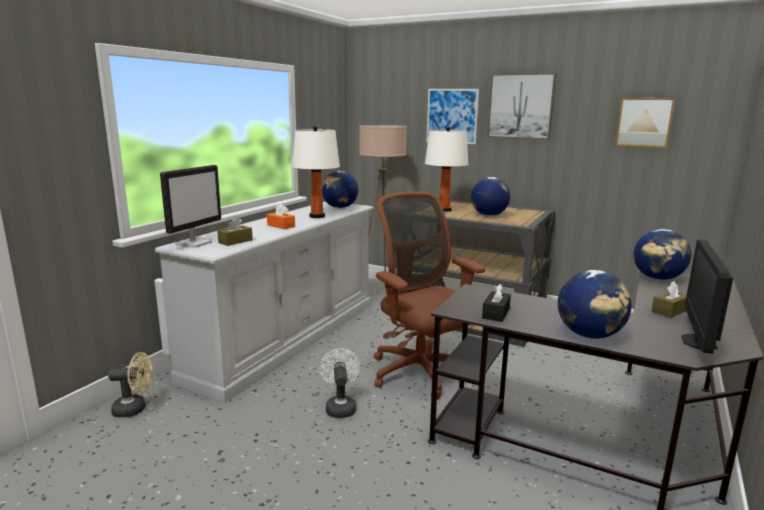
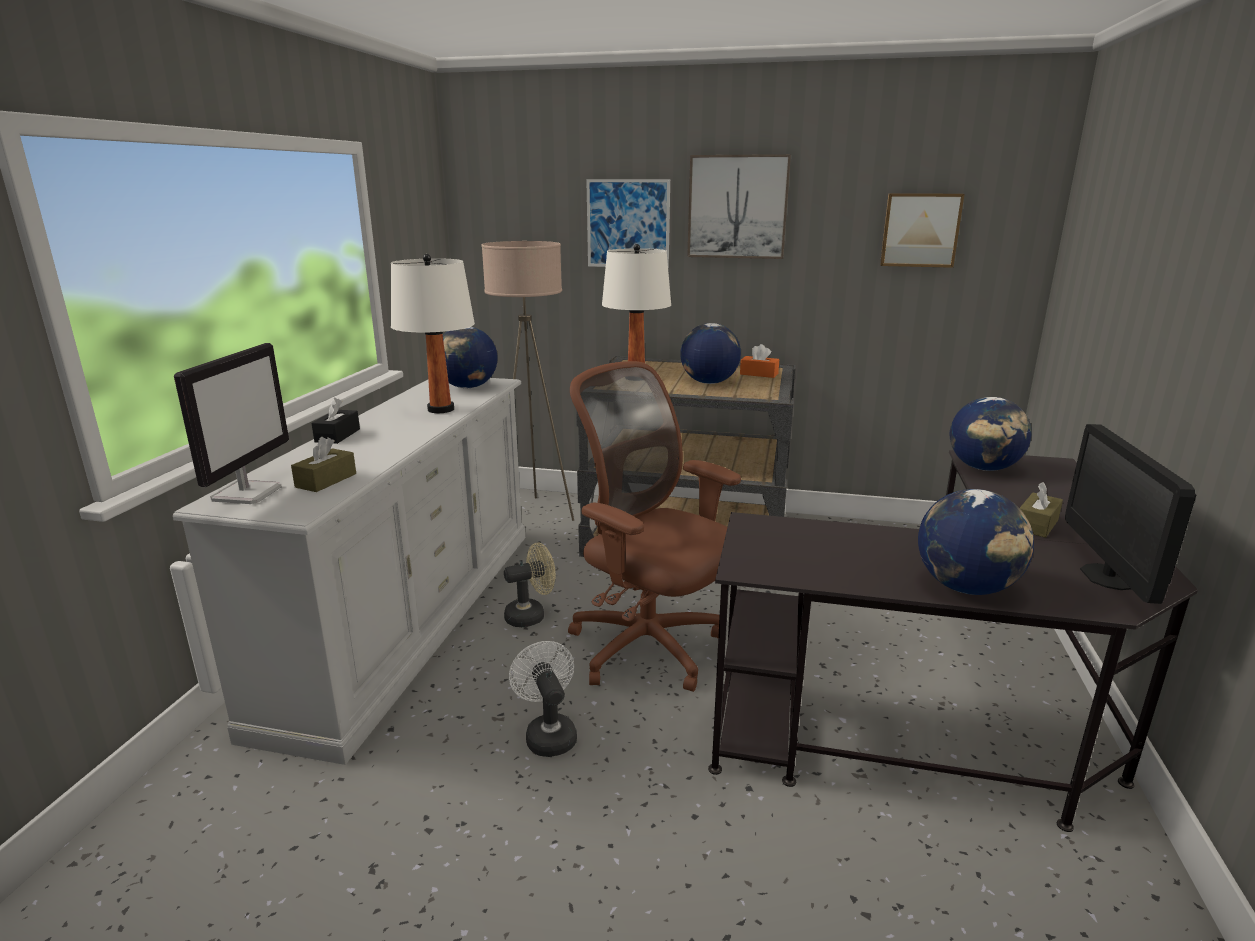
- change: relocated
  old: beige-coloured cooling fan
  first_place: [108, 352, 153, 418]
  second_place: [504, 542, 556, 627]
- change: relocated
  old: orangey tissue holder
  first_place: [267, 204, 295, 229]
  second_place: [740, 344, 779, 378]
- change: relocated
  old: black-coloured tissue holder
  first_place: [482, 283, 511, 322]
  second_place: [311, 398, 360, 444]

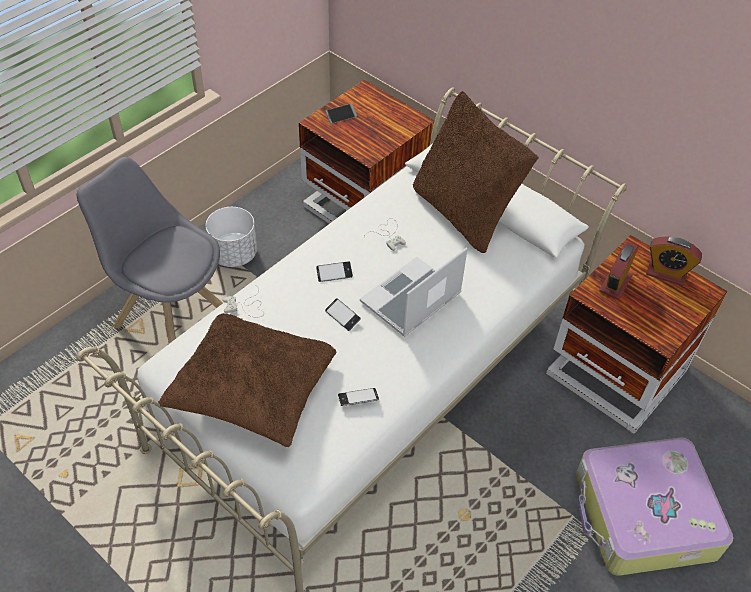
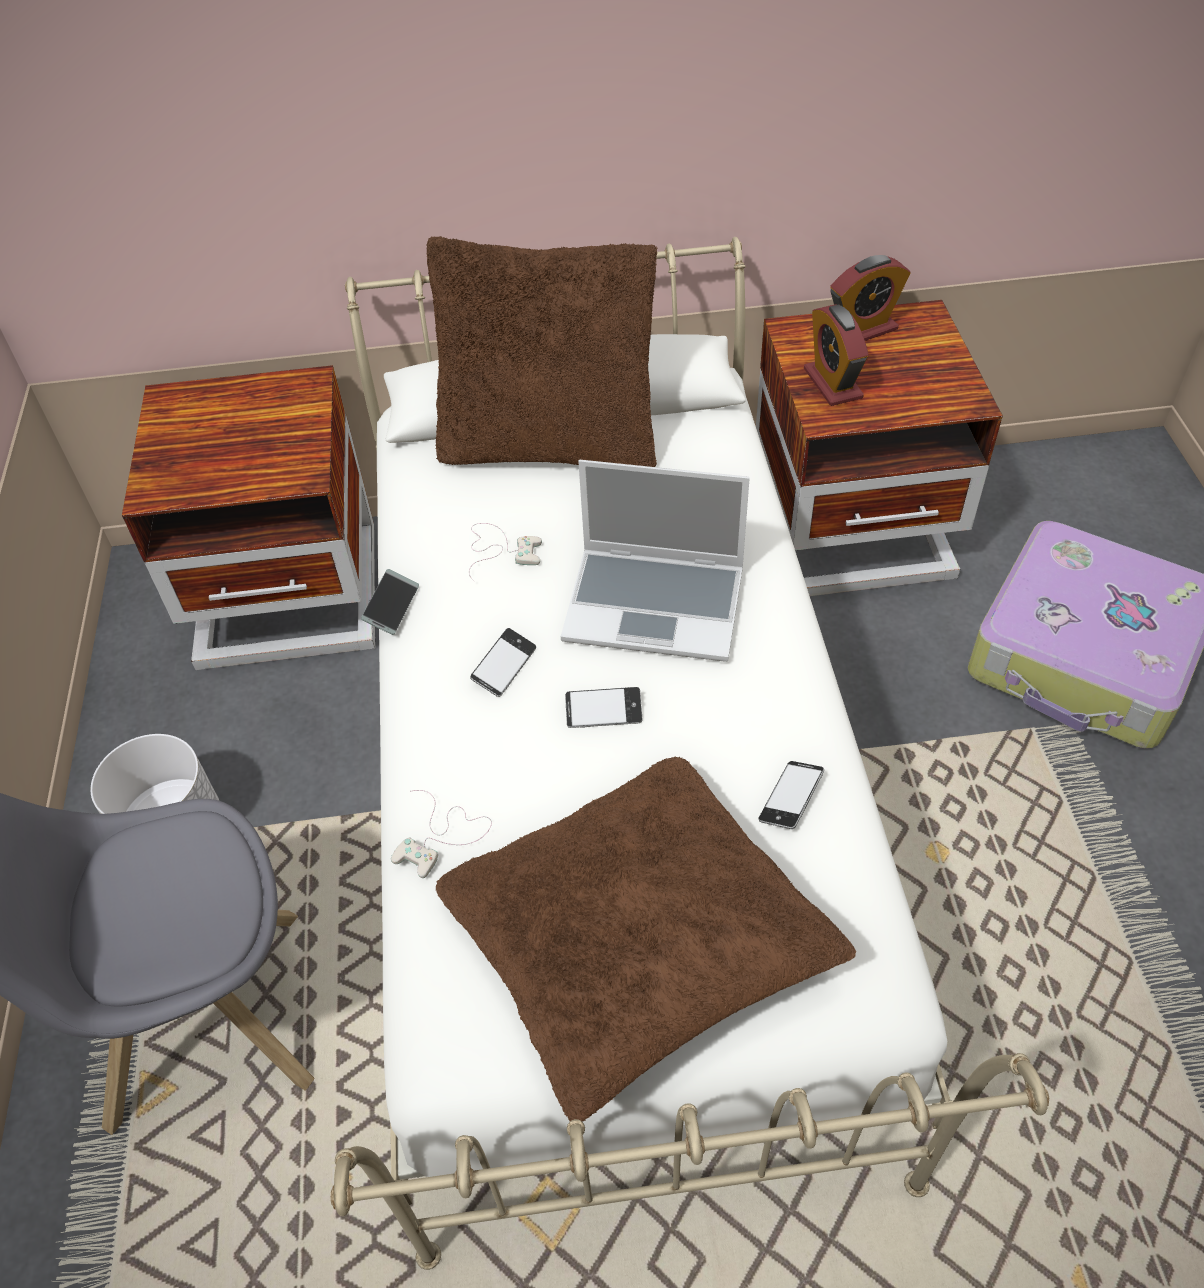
- change: relocated
  old: handset
  first_place: [325, 104, 357, 124]
  second_place: [361, 569, 419, 635]
- change: spun
  old: portable computer
  first_place: [360, 247, 467, 337]
  second_place: [561, 460, 750, 662]
  degrees: -75

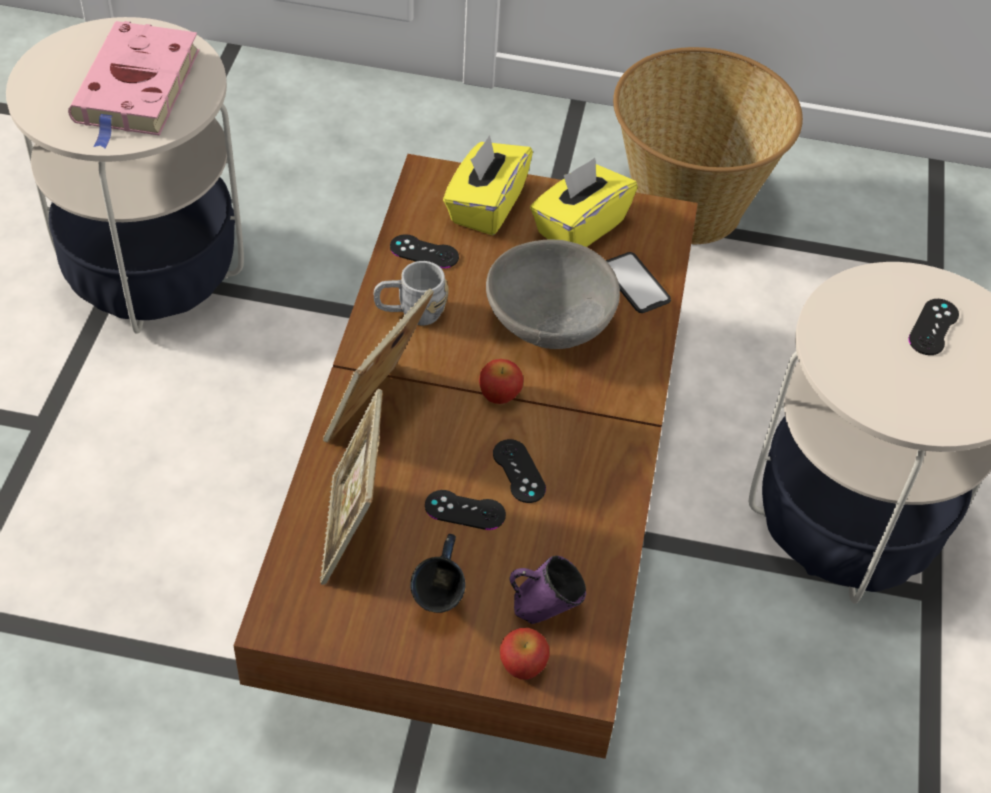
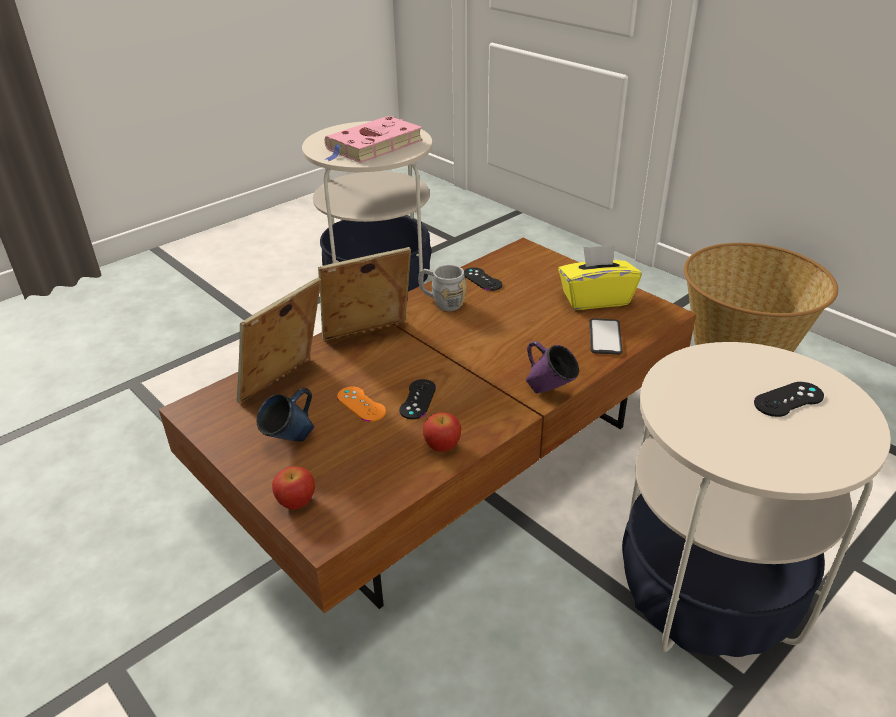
- change: colour
  old: black-coloured joypad
  new: orangey joypad
  first_place: [425, 490, 506, 530]
  second_place: [337, 386, 386, 422]
- change: missing
  old: yellow-coloured tissue holder
  first_place: [443, 135, 533, 235]
- change: relocated
  old: whole apple
  first_place: [479, 359, 524, 404]
  second_place: [423, 412, 461, 452]
- change: missing
  old: greyish bowl
  first_place: [486, 239, 620, 349]
- change: relocated
  old: purple mug
  first_place: [509, 556, 586, 624]
  second_place: [526, 341, 579, 393]

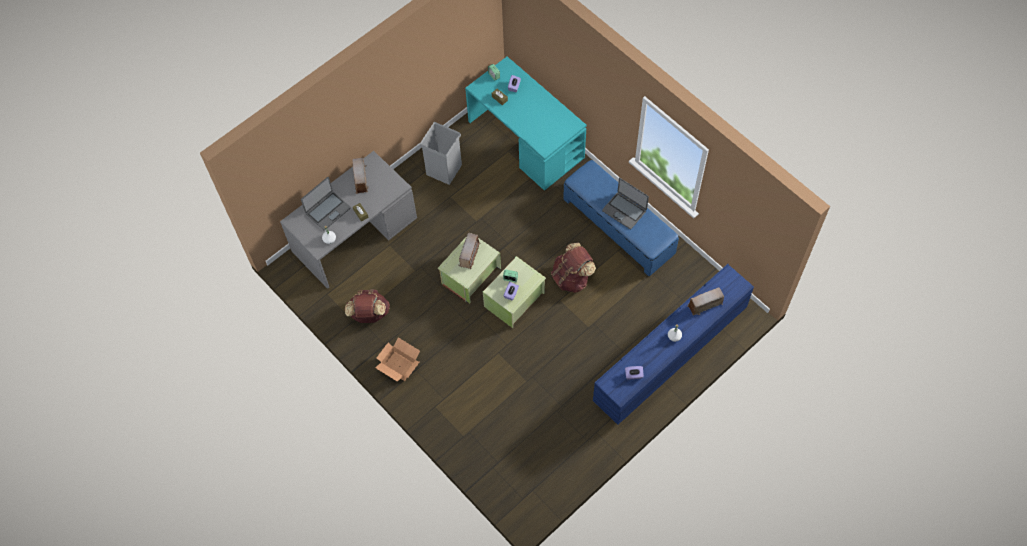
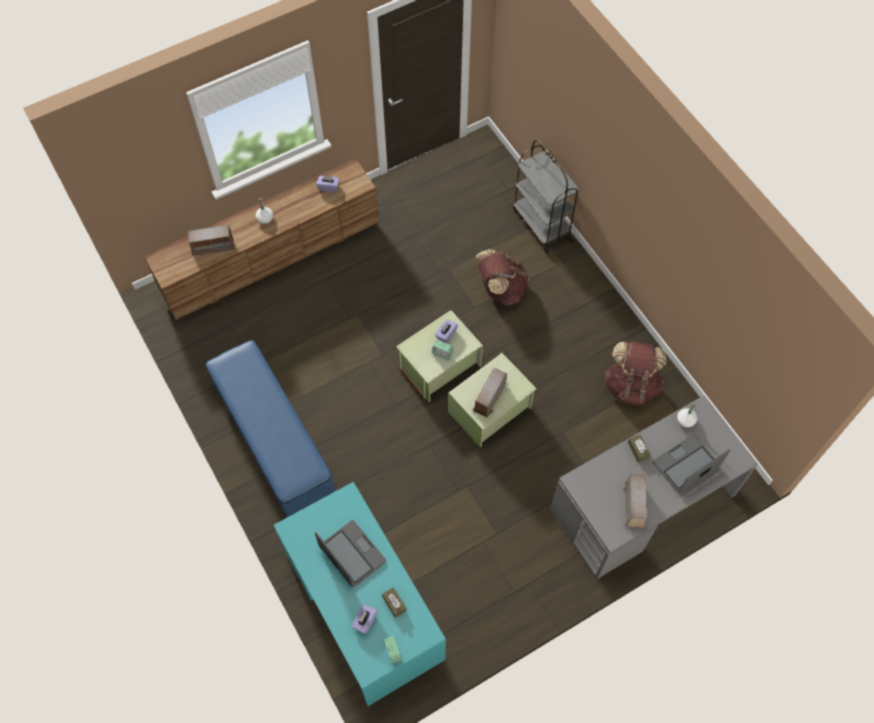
- change: missing
  old: carton
  first_place: [375, 338, 420, 382]
- change: missing
  old: greyish trash can
  first_place: [419, 122, 462, 185]
- change: relocated
  old: brown rucksack
  first_place: [551, 243, 596, 293]
  second_place: [476, 249, 529, 305]
- change: colour
  old: bluish cupboard
  new: brown cupboard
  first_place: [593, 264, 754, 425]
  second_place: [144, 159, 379, 320]
- change: relocated
  old: portable computer
  first_place: [602, 178, 649, 229]
  second_place: [315, 520, 386, 587]
- change: appeared
  new: greyish trolley
  second_place: [513, 140, 579, 254]

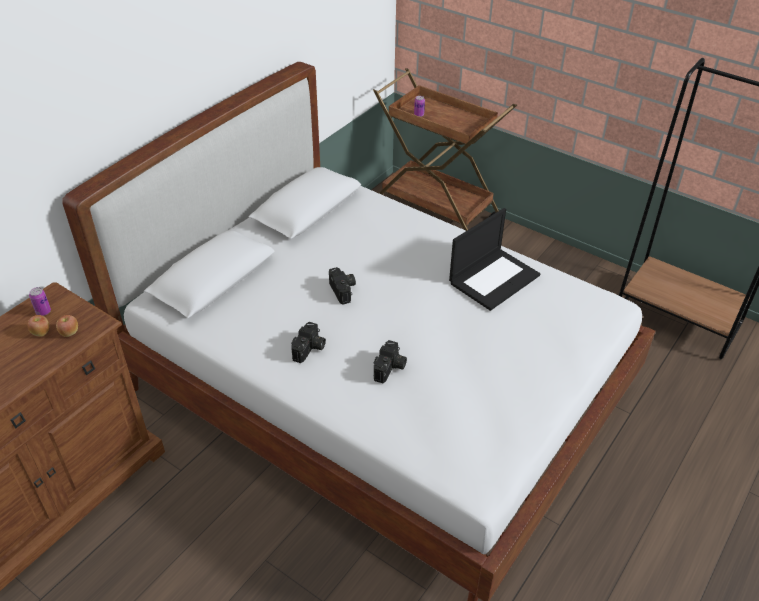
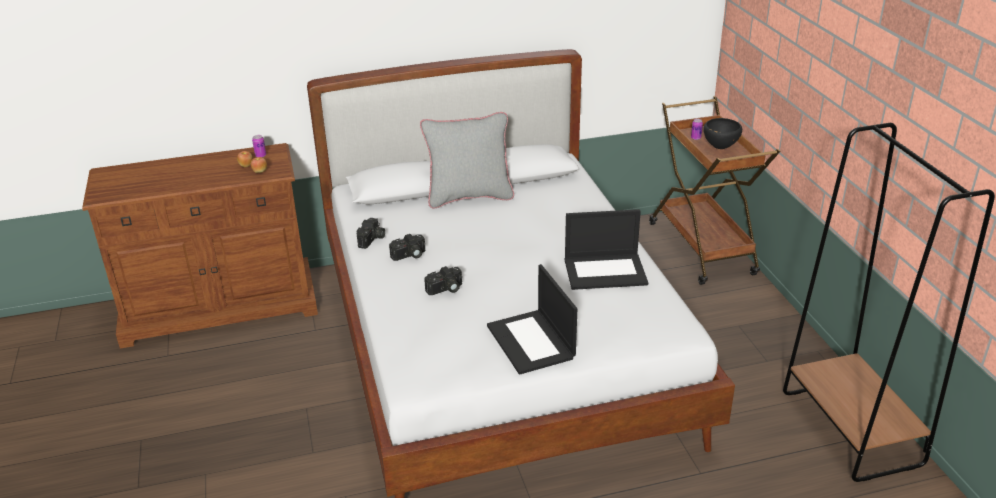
- change: relocated
  old: still camera
  first_place: [329, 267, 356, 305]
  second_place: [356, 218, 385, 249]
- change: appeared
  new: greyish throw pillow
  second_place: [420, 112, 514, 209]
- change: appeared
  new: portable computer
  second_place: [487, 264, 577, 375]
- change: appeared
  new: black-coloured bowl
  second_place: [704, 118, 742, 149]

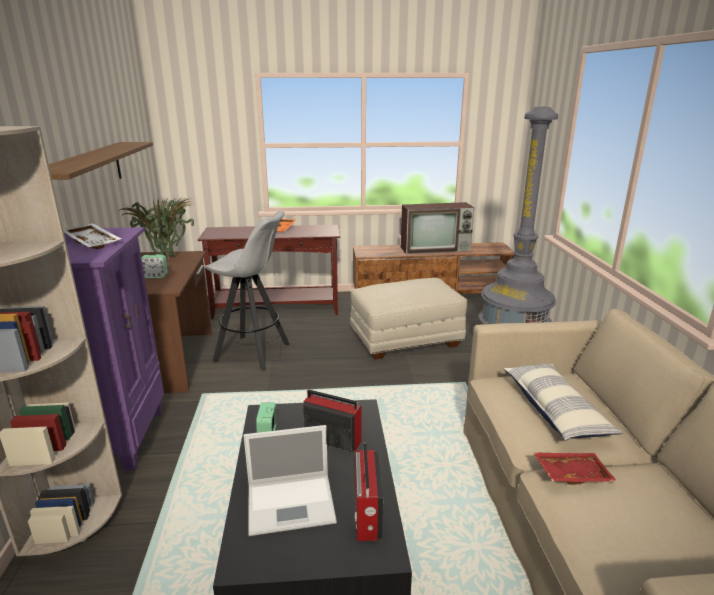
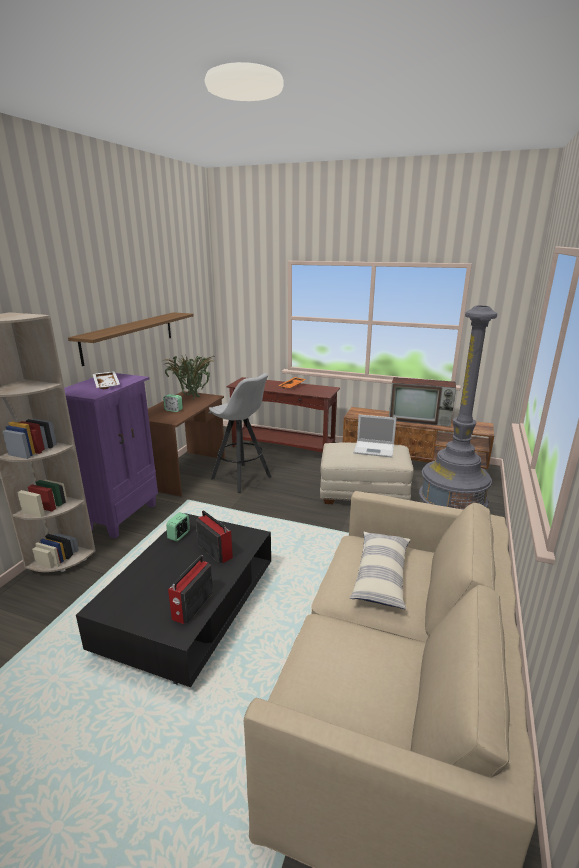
- change: relocated
  old: portable computer
  first_place: [244, 425, 337, 536]
  second_place: [353, 415, 396, 458]
- change: missing
  old: red carrying tray
  first_place: [533, 452, 617, 485]

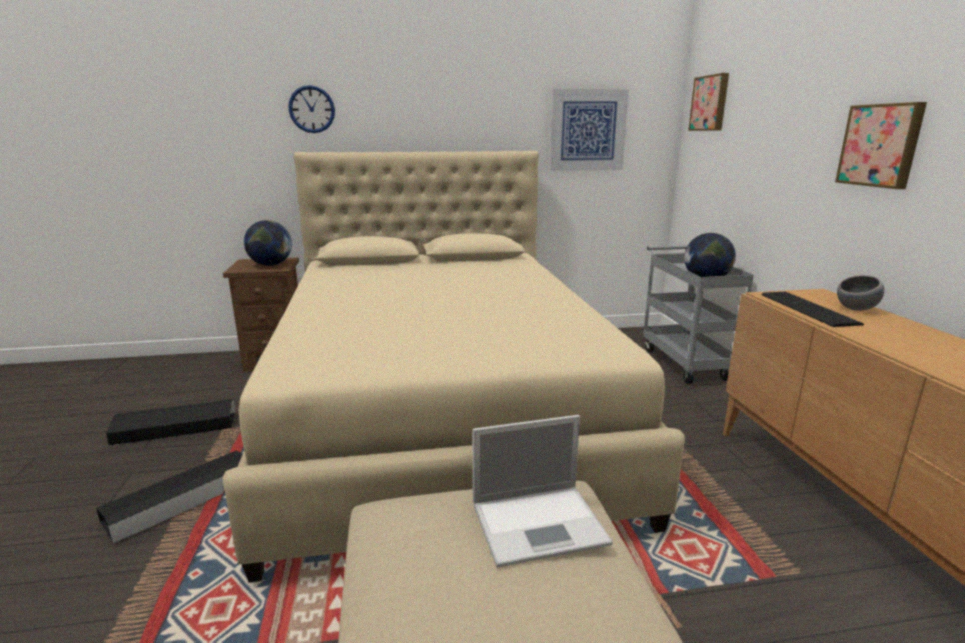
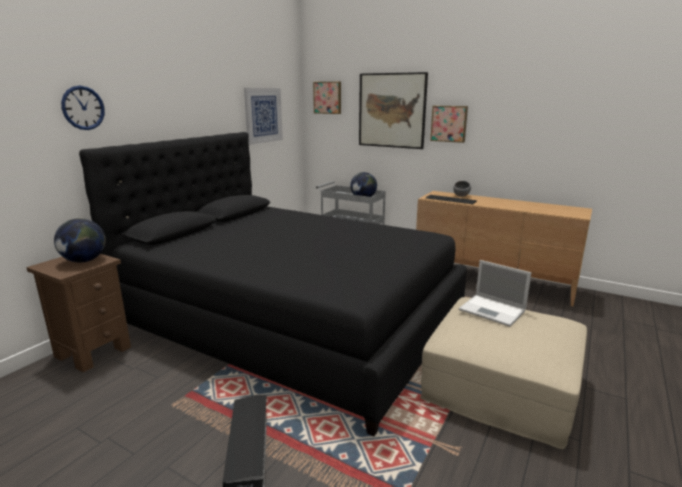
- change: missing
  old: black-coloured storage bin
  first_place: [106, 399, 236, 446]
- change: colour
  old: beige-coloured bed
  new: black-coloured bed
  first_place: [223, 151, 685, 582]
  second_place: [79, 132, 467, 436]
- change: spun
  old: portable computer
  first_place: [472, 415, 613, 568]
  second_place: [459, 260, 531, 327]
  degrees: 105
- change: appeared
  new: picture
  second_place: [359, 72, 428, 149]

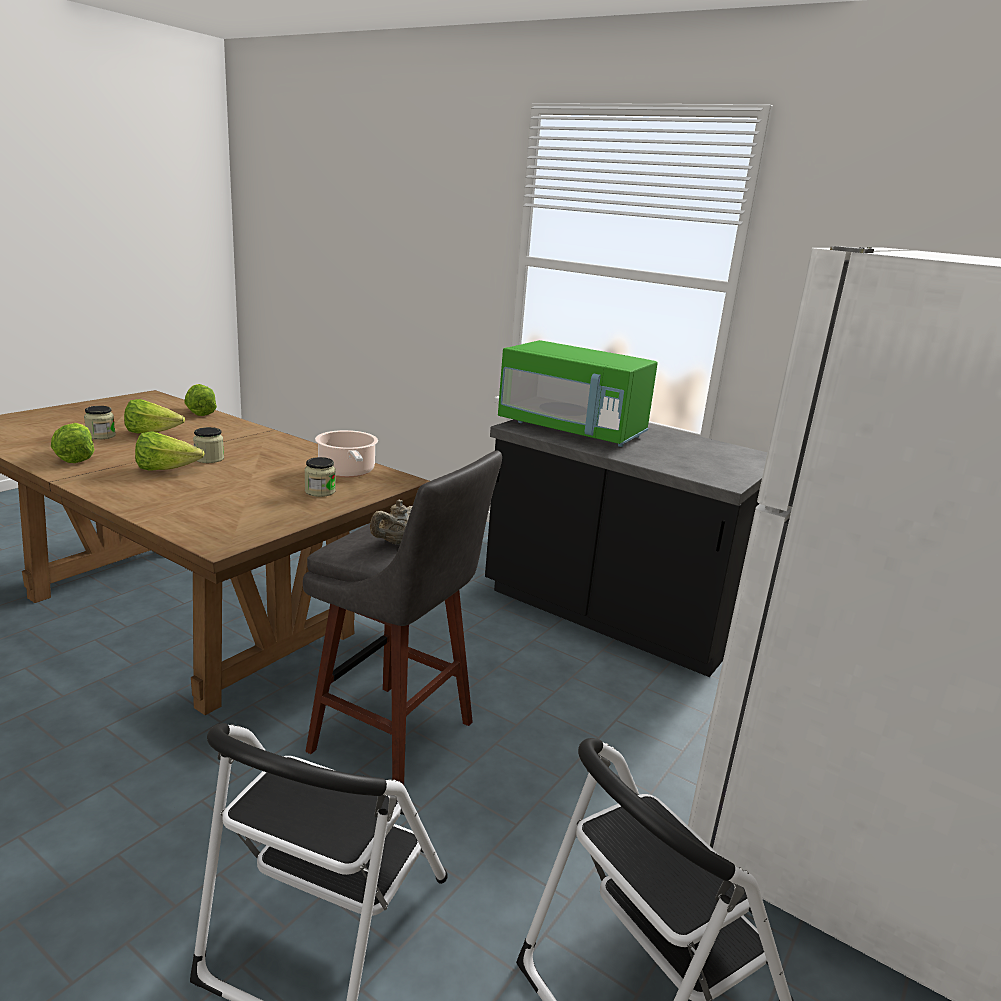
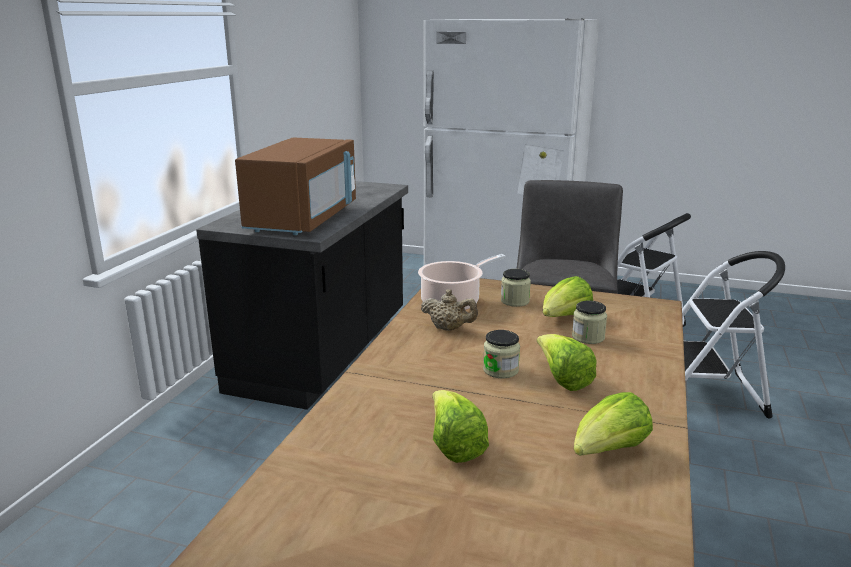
- change: relocated
  old: preserve jar
  first_place: [84, 406, 116, 440]
  second_place: [572, 300, 607, 344]
- change: relocated
  old: head of lettuce
  first_place: [184, 384, 217, 416]
  second_place: [543, 276, 593, 317]
- change: relocated
  old: beige-coloured teapot
  first_place: [370, 500, 412, 545]
  second_place: [421, 289, 478, 331]
- change: colour
  old: green-coloured microwave
  new: brown microwave
  first_place: [498, 340, 658, 447]
  second_place: [235, 137, 356, 235]

